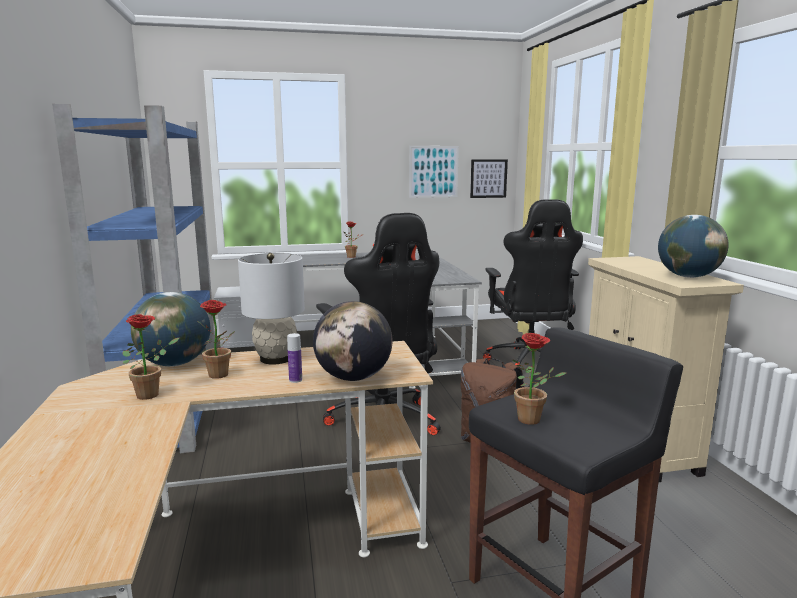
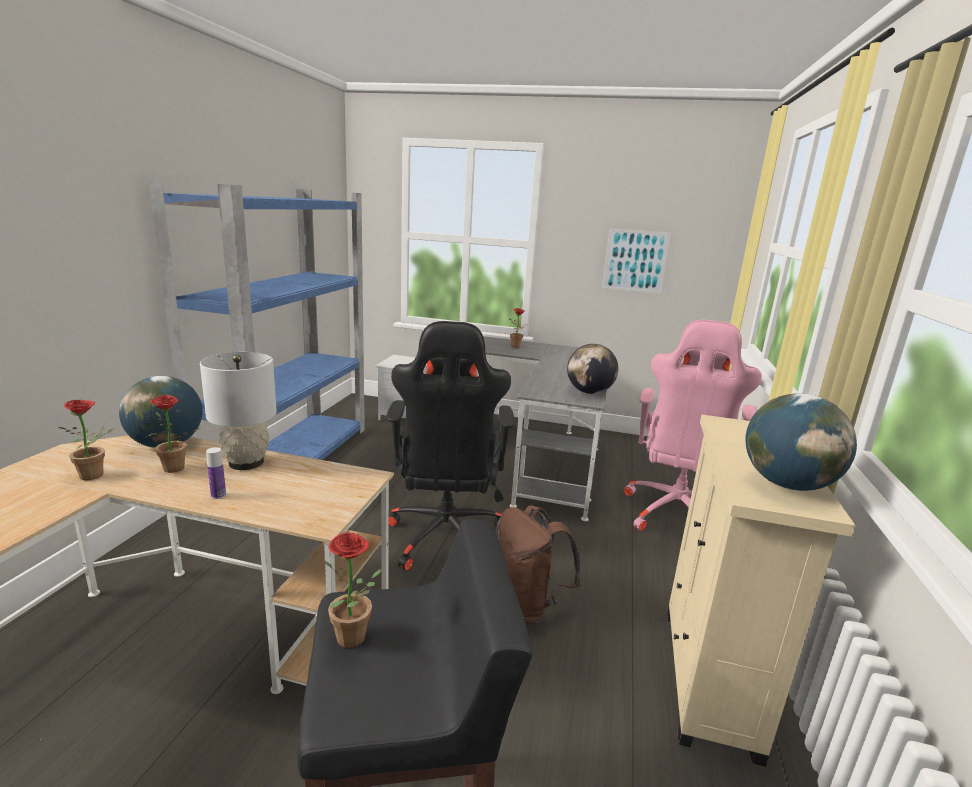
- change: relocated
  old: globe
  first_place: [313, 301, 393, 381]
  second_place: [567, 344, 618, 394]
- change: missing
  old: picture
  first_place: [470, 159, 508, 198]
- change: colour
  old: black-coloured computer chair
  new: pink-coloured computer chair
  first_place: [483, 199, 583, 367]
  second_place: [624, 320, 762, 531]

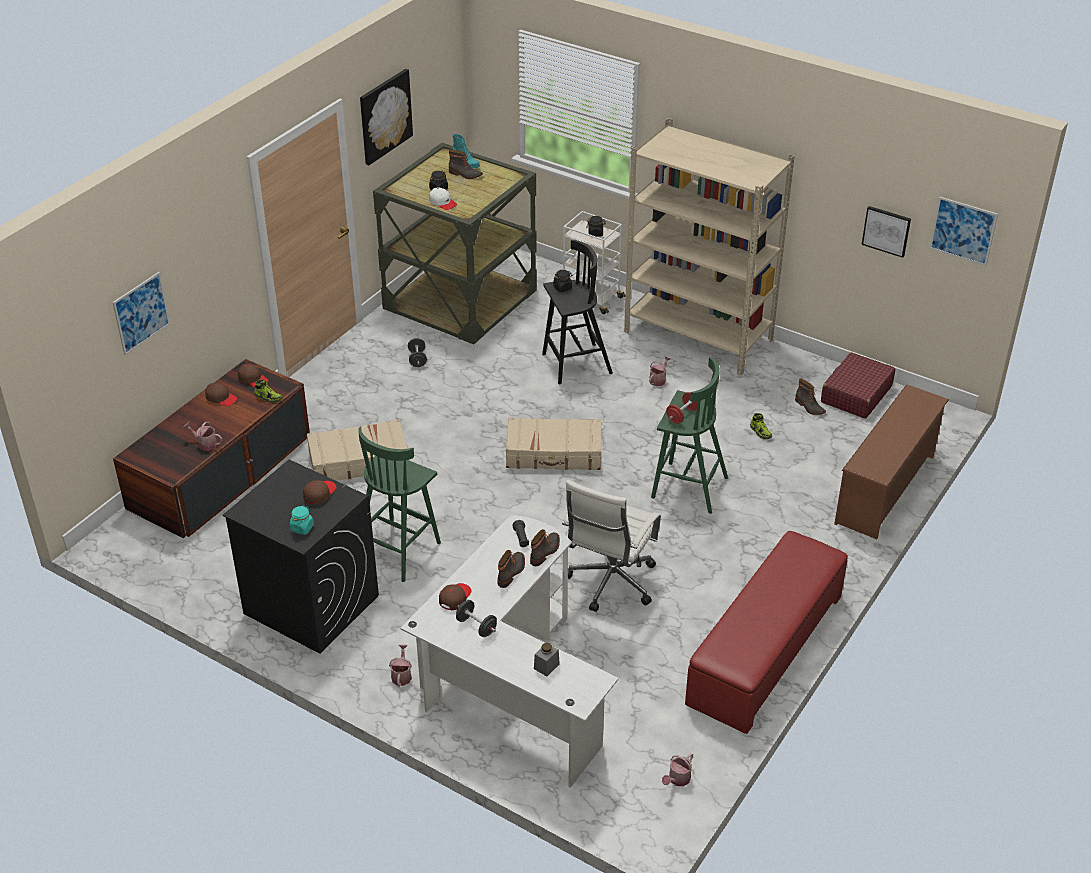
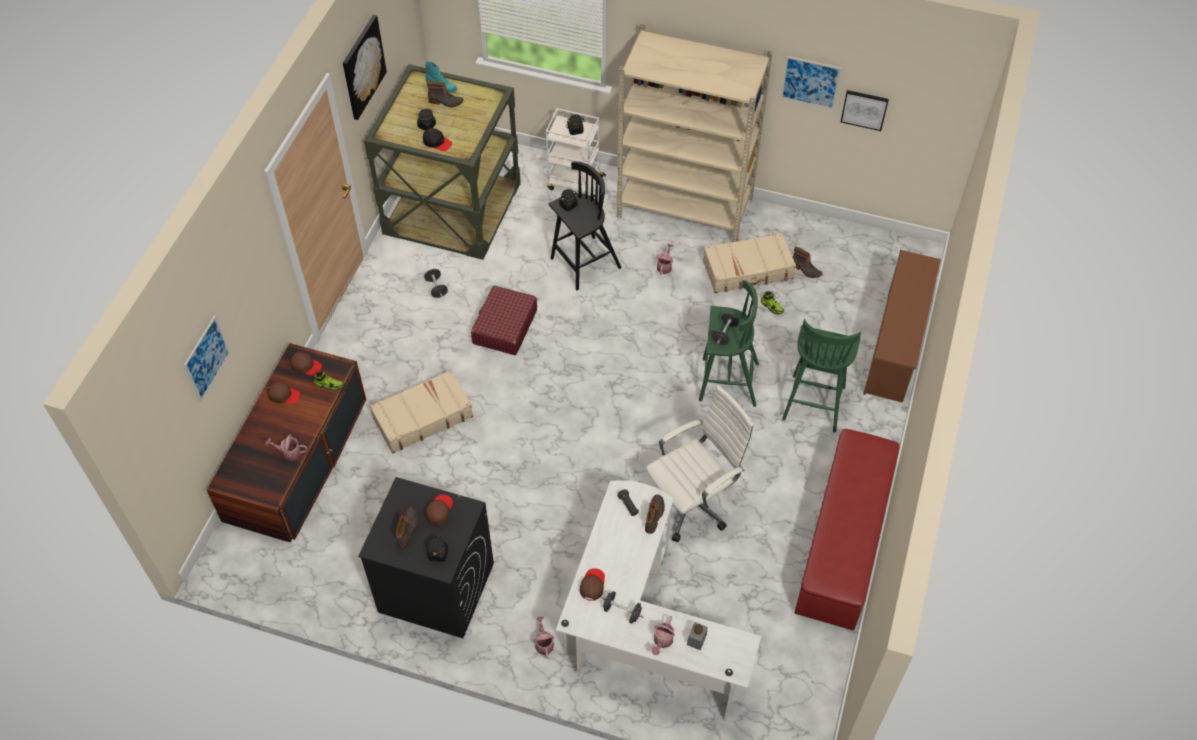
- change: colour
  old: blue-green preserve jar
  new: black-coloured preserve jar
  first_place: [289, 506, 314, 535]
  second_place: [427, 536, 448, 562]
- change: relocated
  old: green-coloured stool seat
  first_place: [358, 427, 441, 582]
  second_place: [782, 319, 861, 433]
- change: colour
  old: whitish baseball cap
  new: black-coloured baseball cap
  first_place: [429, 187, 457, 210]
  second_place: [423, 128, 452, 151]
- change: relocated
  old: tall boot
  first_place: [497, 550, 525, 588]
  second_place: [396, 507, 418, 549]
- change: relocated
  old: beige-coloured travel case
  first_place: [506, 417, 601, 470]
  second_place: [703, 232, 796, 293]
- change: spun
  old: whitish computer chair
  first_place: [562, 480, 661, 612]
  second_place: [646, 385, 754, 542]
  degrees: -135
- change: relocated
  old: watering can
  first_place: [662, 753, 693, 786]
  second_place: [651, 616, 675, 655]
- change: colour
  old: red free weight
  new: black-coloured free weight
  first_place: [666, 392, 698, 424]
  second_place: [712, 313, 739, 345]
- change: relocated
  old: red travel case
  first_place: [821, 352, 895, 419]
  second_place: [471, 286, 537, 355]
- change: relocated
  old: picture
  first_place: [929, 197, 998, 266]
  second_place: [781, 56, 841, 110]

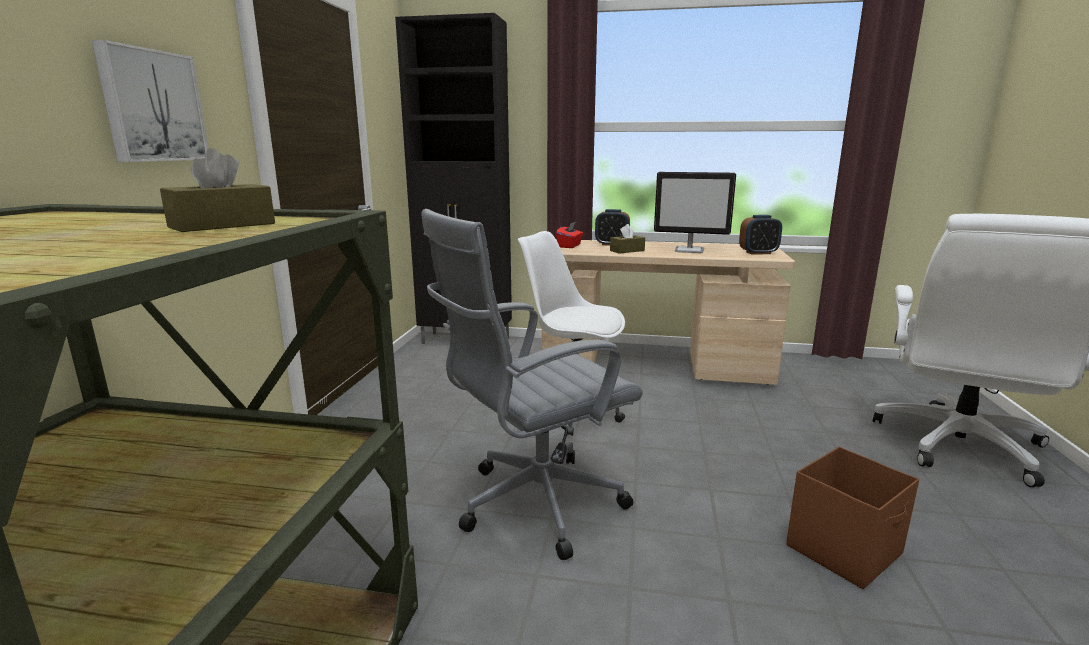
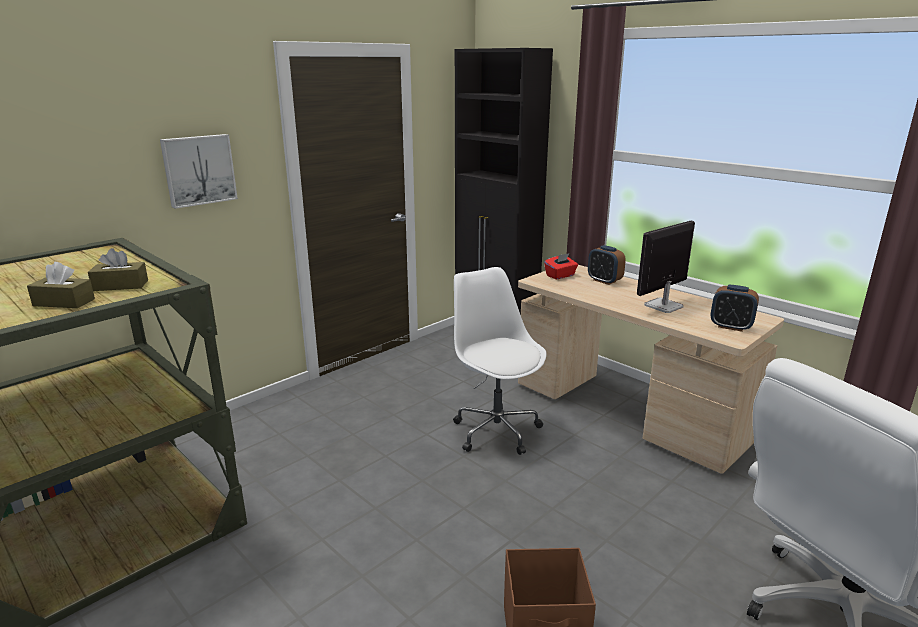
- change: missing
  old: greyish computer chair
  first_place: [421, 209, 643, 560]
- change: relocated
  old: brown tissue holder
  first_place: [610, 224, 645, 254]
  second_place: [27, 262, 95, 308]
- change: spun
  old: computer display
  first_place: [654, 172, 736, 253]
  second_place: [637, 221, 695, 313]
  degrees: 90

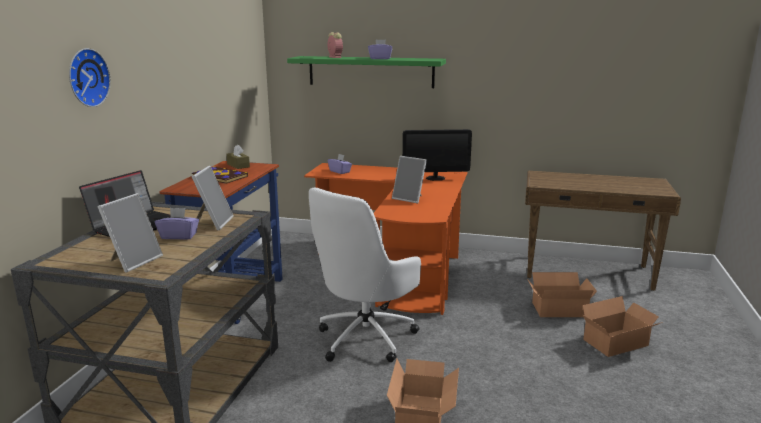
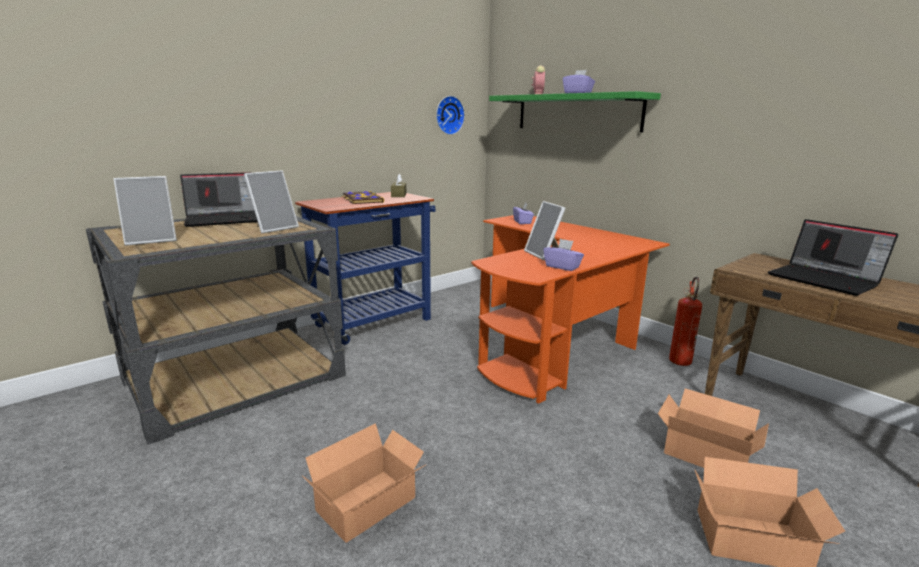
- change: relocated
  old: clock on the wall
  first_place: [69, 48, 111, 107]
  second_place: [436, 96, 465, 135]
- change: relocated
  old: purple tissue holder
  first_place: [155, 208, 199, 240]
  second_place: [543, 239, 584, 271]
- change: missing
  old: whitish computer chair
  first_place: [309, 188, 421, 362]
- change: missing
  old: computer display
  first_place: [402, 129, 472, 181]
- change: appeared
  new: extinguisher
  second_place: [669, 277, 702, 366]
- change: appeared
  new: portable computer
  second_place: [768, 219, 898, 296]

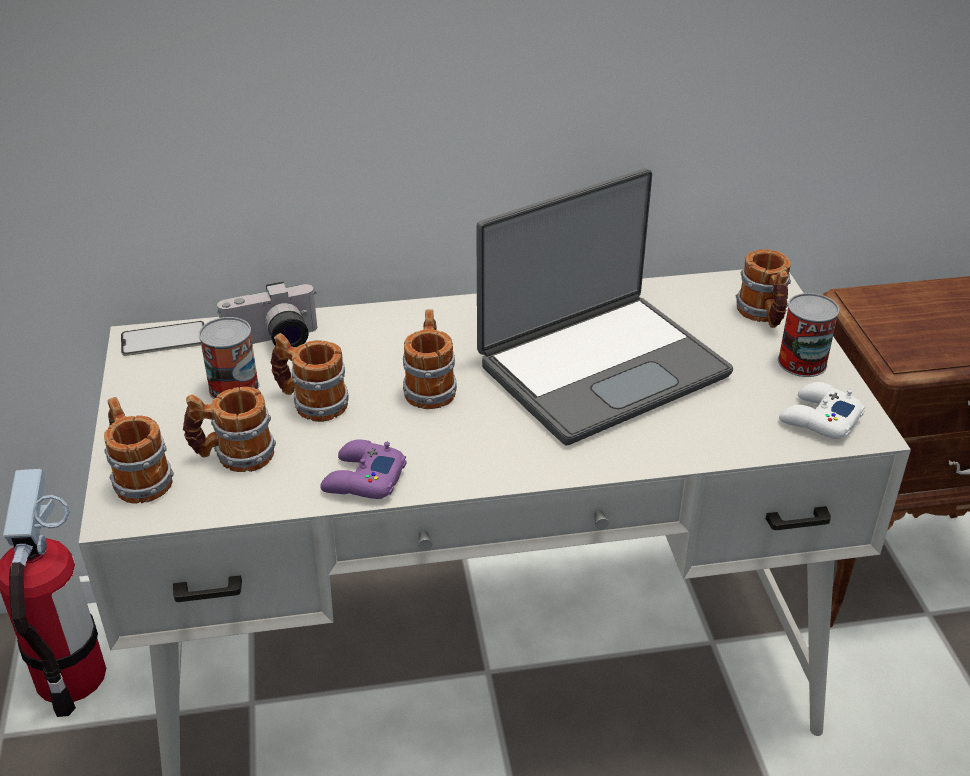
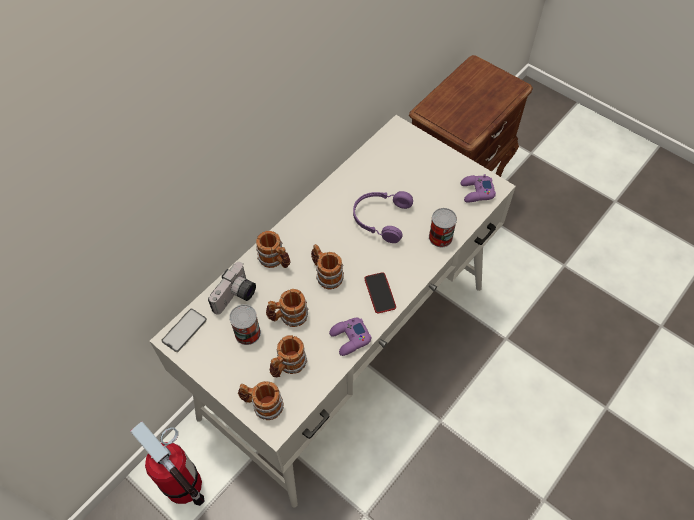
- change: exchanged
  old: portable computer
  new: purple headset
  first_place: [476, 168, 733, 445]
  second_place: [353, 191, 413, 243]
- change: relocated
  old: mug
  first_place: [736, 249, 791, 328]
  second_place: [256, 231, 290, 268]
- change: relocated
  old: can
  first_place: [778, 293, 839, 377]
  second_place: [429, 208, 457, 247]
- change: colour
  old: whitish joypad
  new: purple joypad
  first_place: [779, 382, 865, 439]
  second_place: [460, 174, 496, 203]
- change: appeared
  new: handset
  second_place: [364, 272, 396, 313]

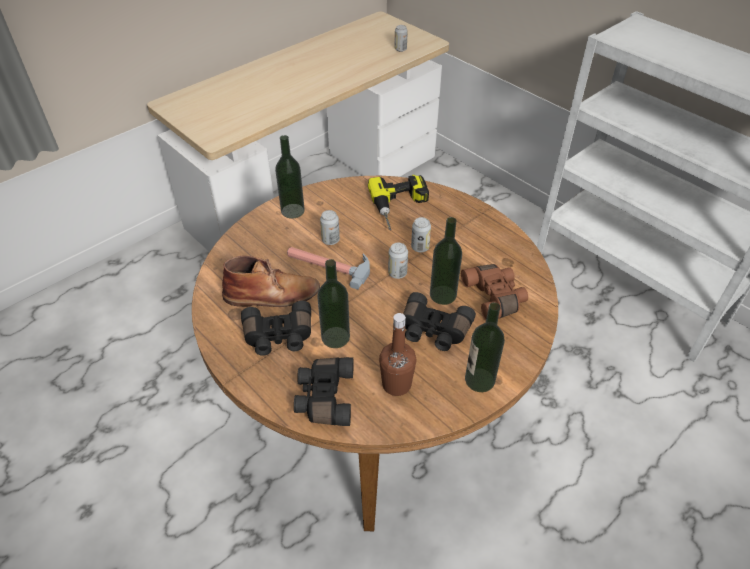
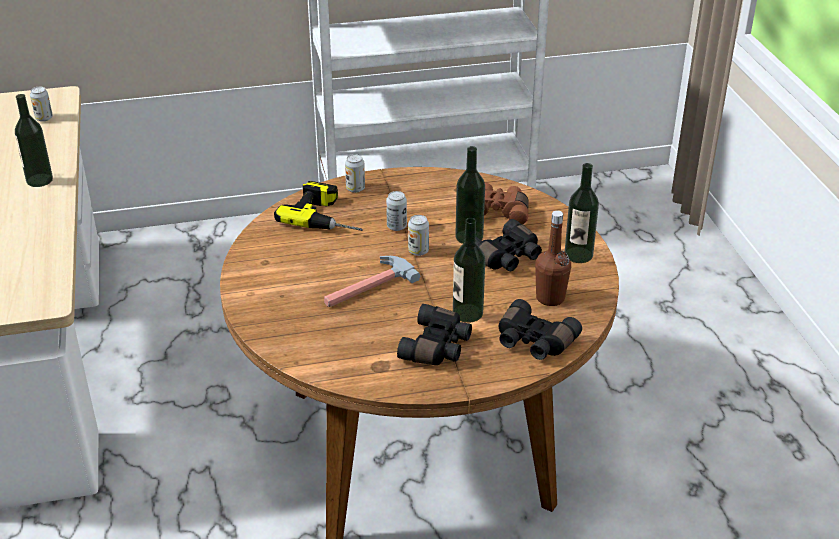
- change: missing
  old: brown tall boot
  first_place: [222, 256, 320, 307]
- change: relocated
  old: drink bottle
  first_place: [275, 135, 305, 219]
  second_place: [15, 94, 53, 187]
- change: relocated
  old: can
  first_place: [320, 210, 340, 245]
  second_place: [345, 154, 365, 192]

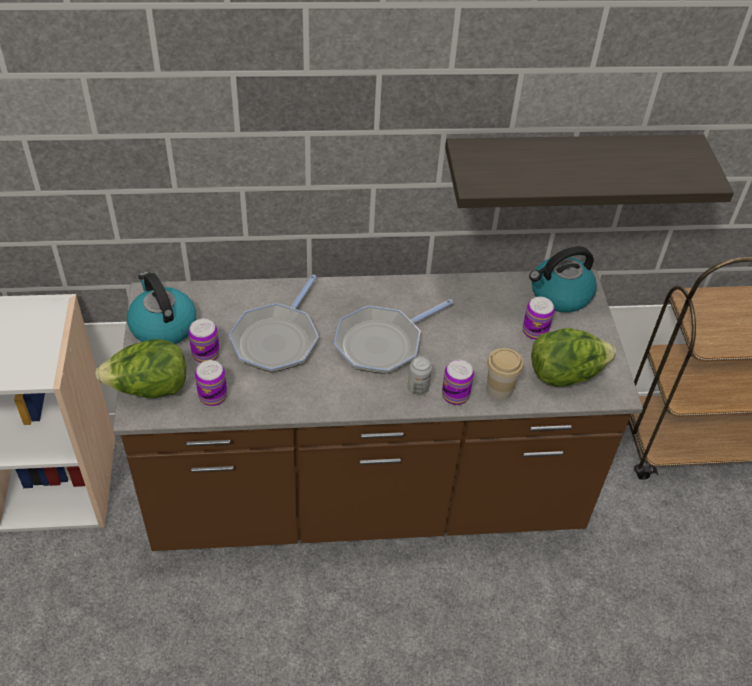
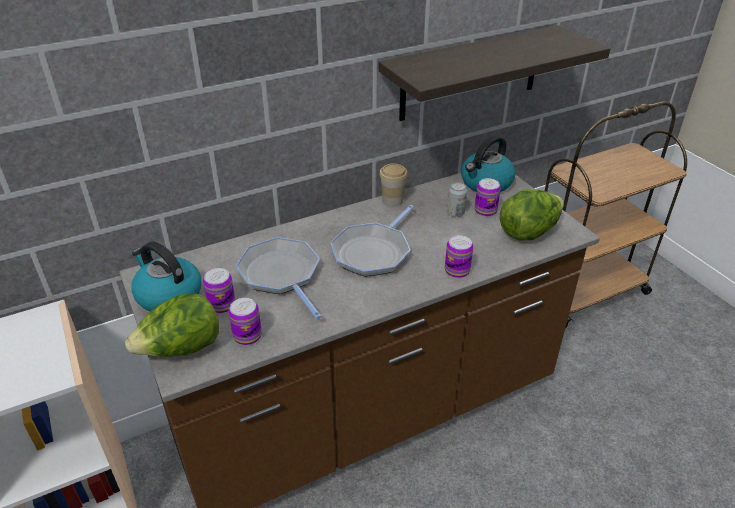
- change: spun
  old: pan
  first_place: [229, 275, 319, 373]
  second_place: [236, 237, 322, 319]
  degrees: 150
- change: relocated
  old: can
  first_place: [408, 356, 432, 396]
  second_place: [447, 182, 467, 217]
- change: relocated
  old: small cup
  first_place: [487, 348, 523, 400]
  second_place: [379, 163, 408, 207]

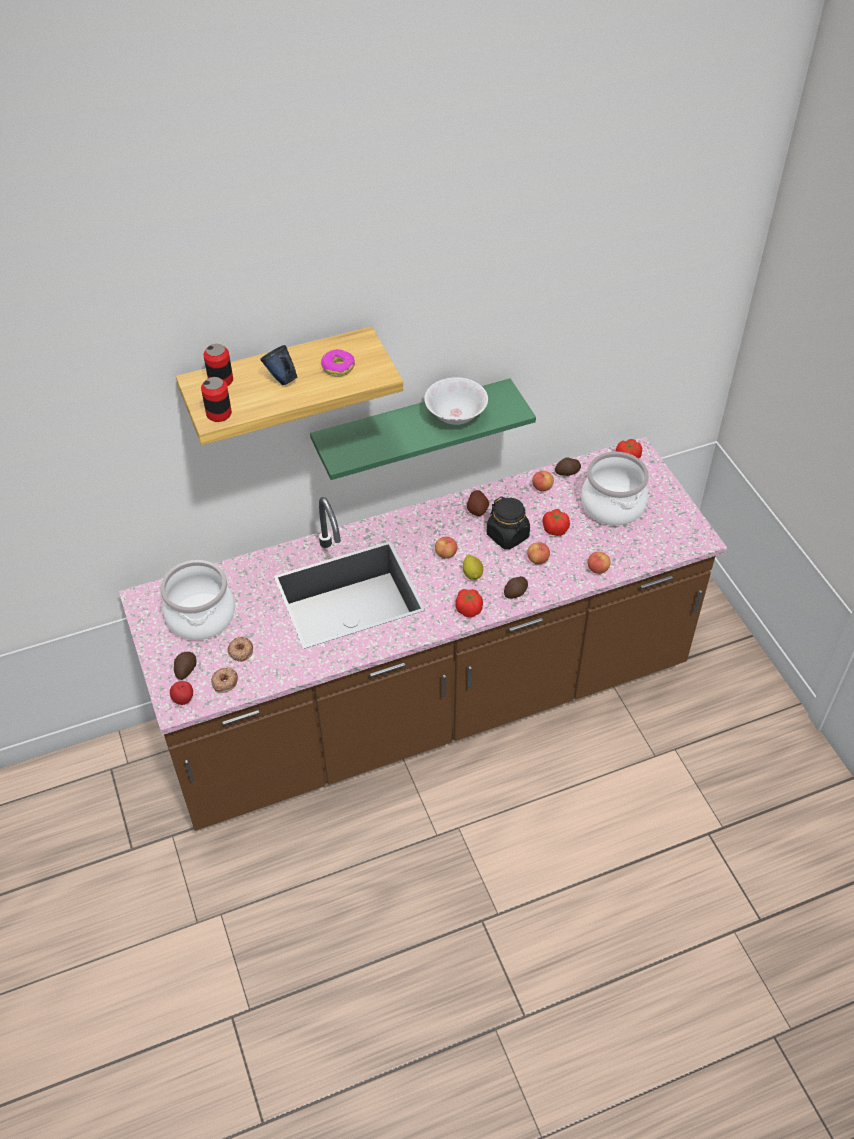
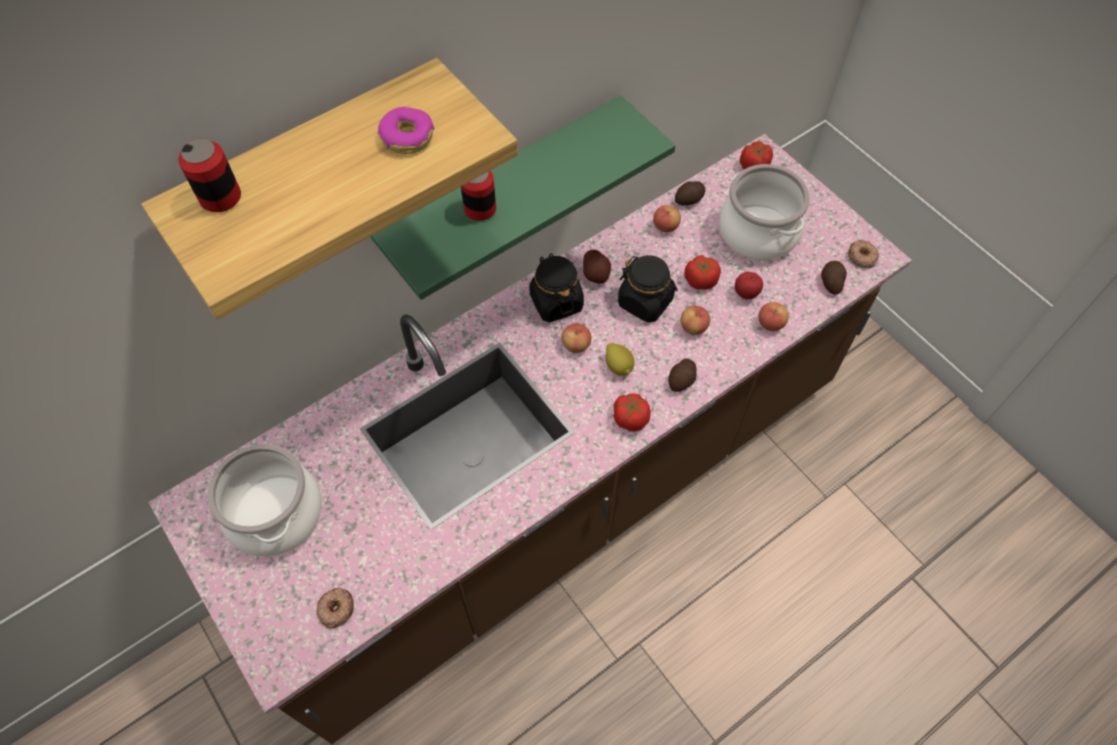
- change: relocated
  old: whole apple
  first_place: [170, 681, 193, 705]
  second_place: [735, 272, 763, 299]
- change: relocated
  old: spud
  first_place: [174, 652, 197, 680]
  second_place: [821, 261, 847, 295]
- change: relocated
  old: can
  first_place: [201, 377, 232, 422]
  second_place: [461, 171, 496, 221]
- change: relocated
  old: doughnut
  first_place: [228, 637, 253, 662]
  second_place: [848, 240, 879, 269]
- change: missing
  old: bluish mug
  first_place: [260, 345, 297, 385]
- change: missing
  old: whitish bowl
  first_place: [424, 377, 488, 425]
- change: appeared
  new: black-coloured preserve jar
  second_place: [529, 253, 584, 322]

